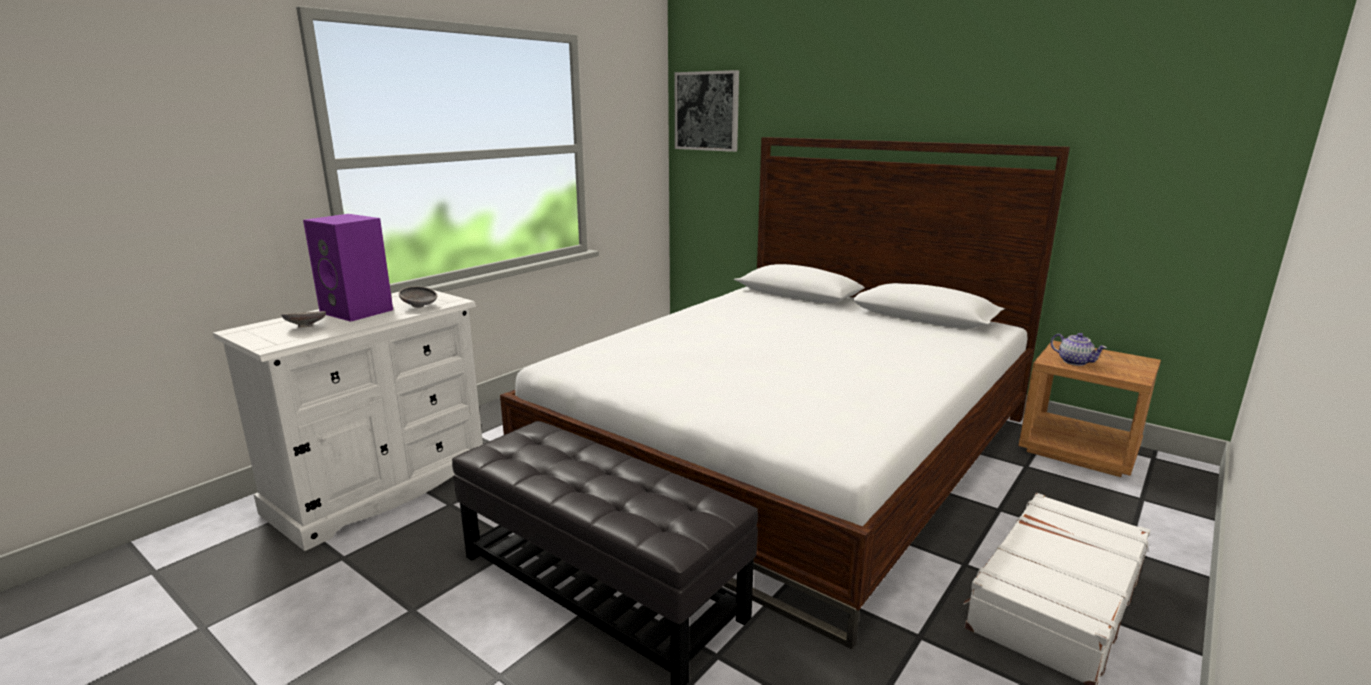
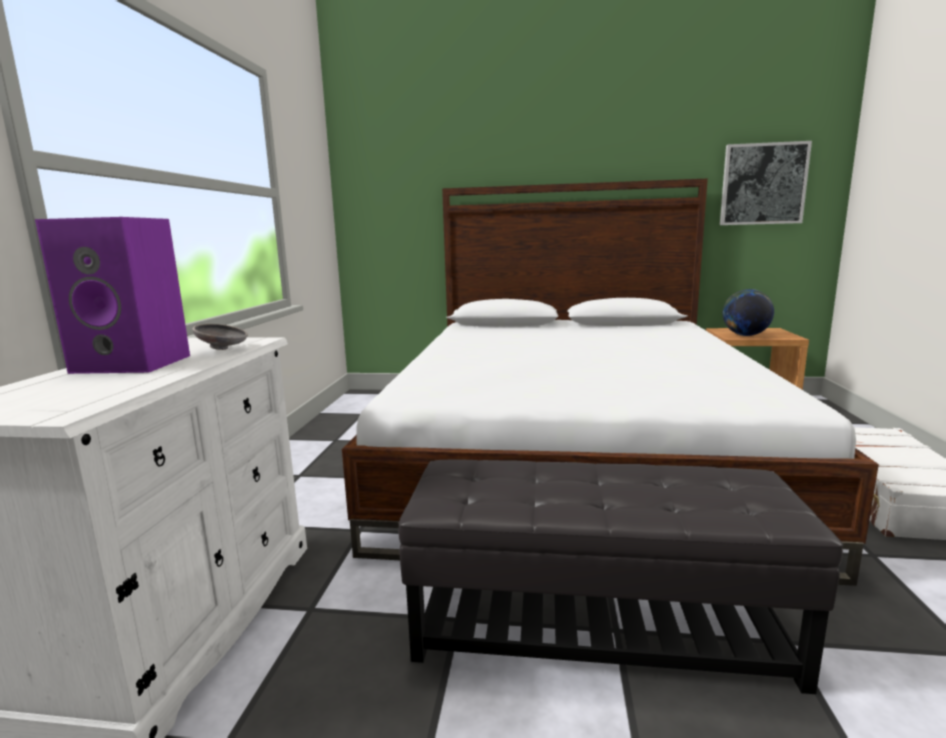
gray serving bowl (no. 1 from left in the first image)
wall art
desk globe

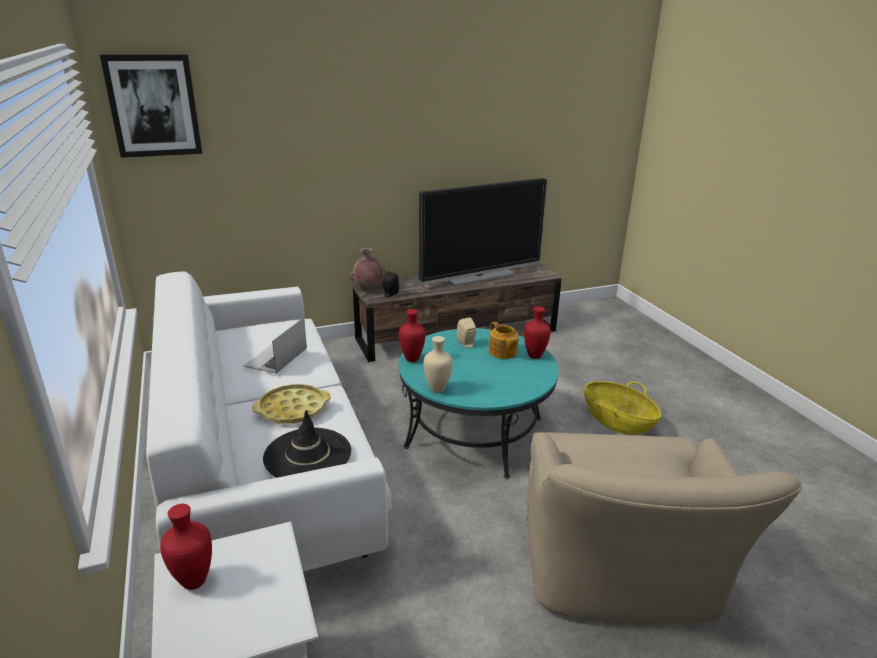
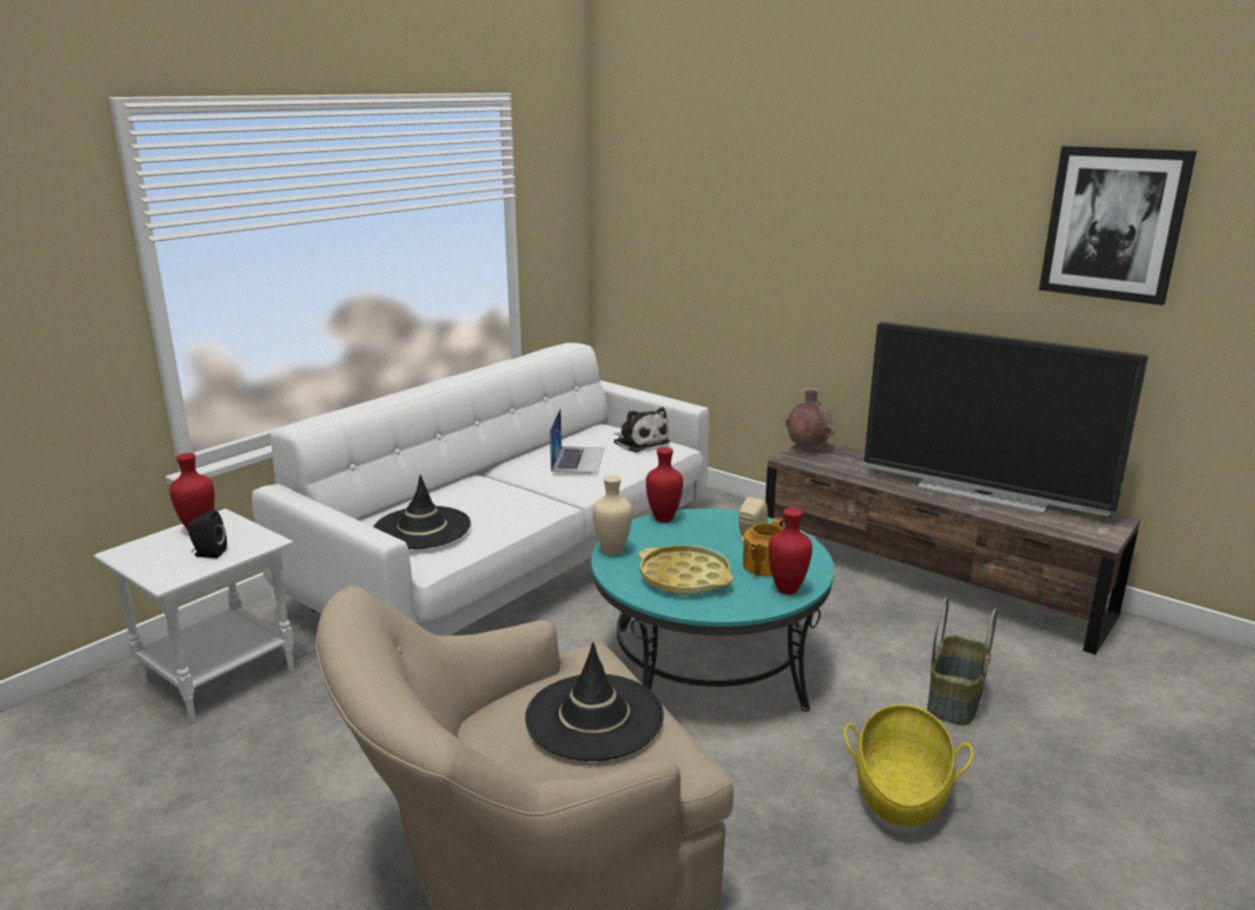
blackish clothing hat (no. 2 from left)
plush toy
basket (no. 2 from left)
wall art
yellow-coloured serving tray
blackish audio speaker
notebook computer

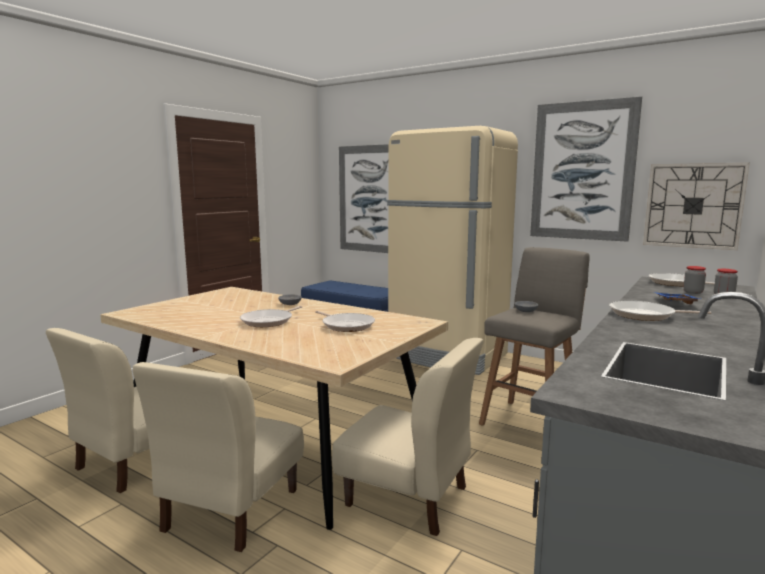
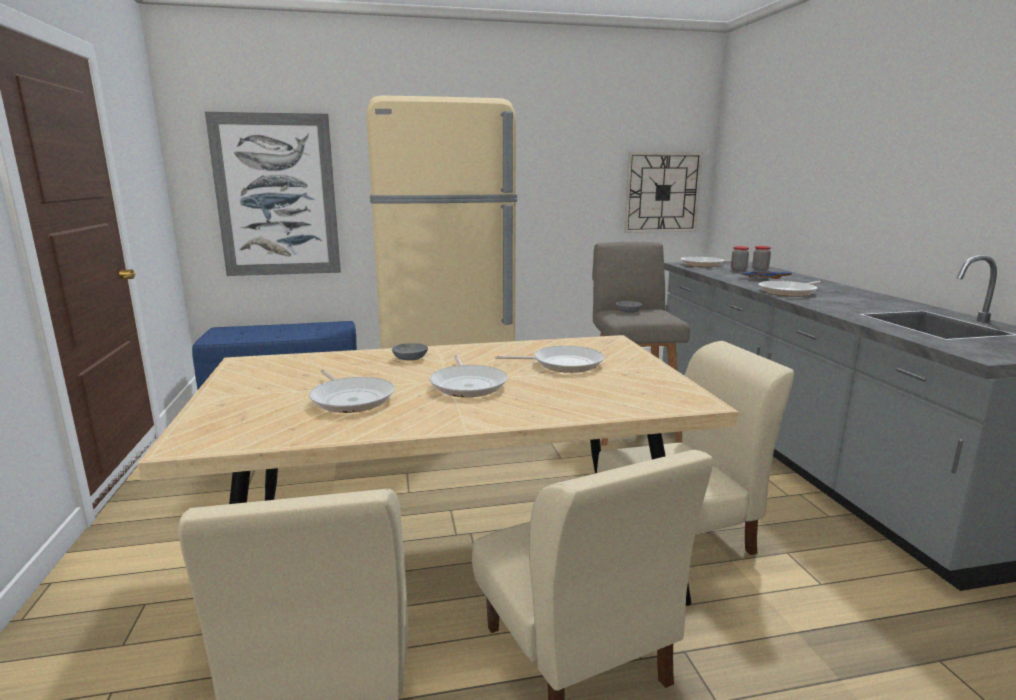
wall art (no. 2 from left in the first image)
frying pan (no. 1 from left)

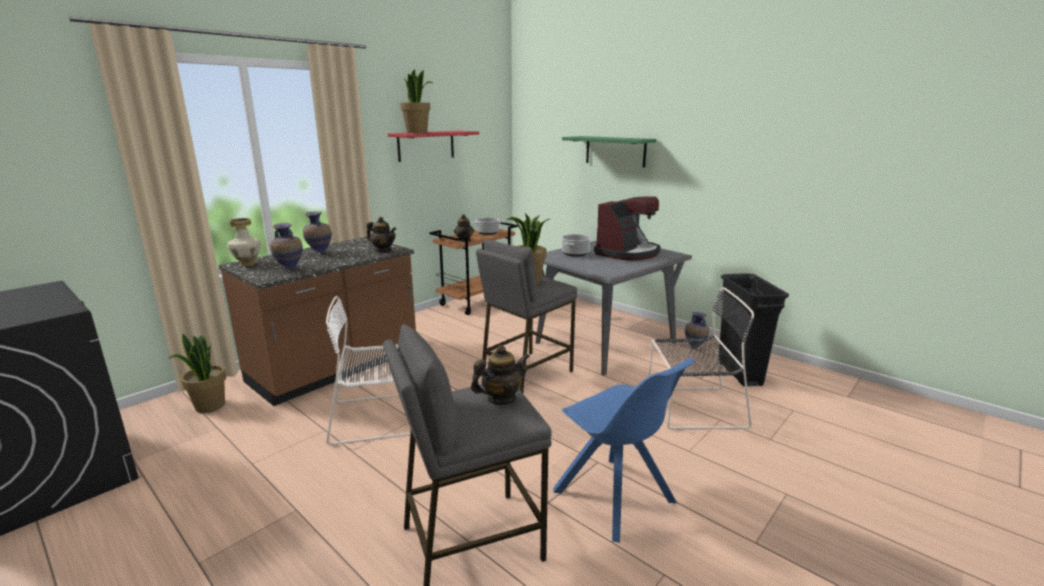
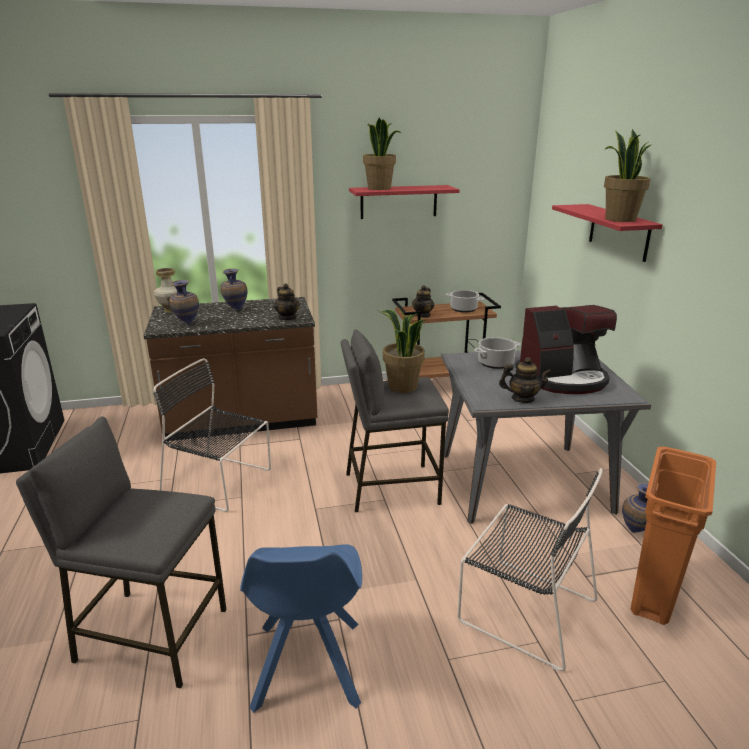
potted plant (no. 3 from left)
teapot (no. 3 from left)
blackish plain chair (no. 1 from left)
reddish shelf (no. 2 from left)
orangey rubbish bin

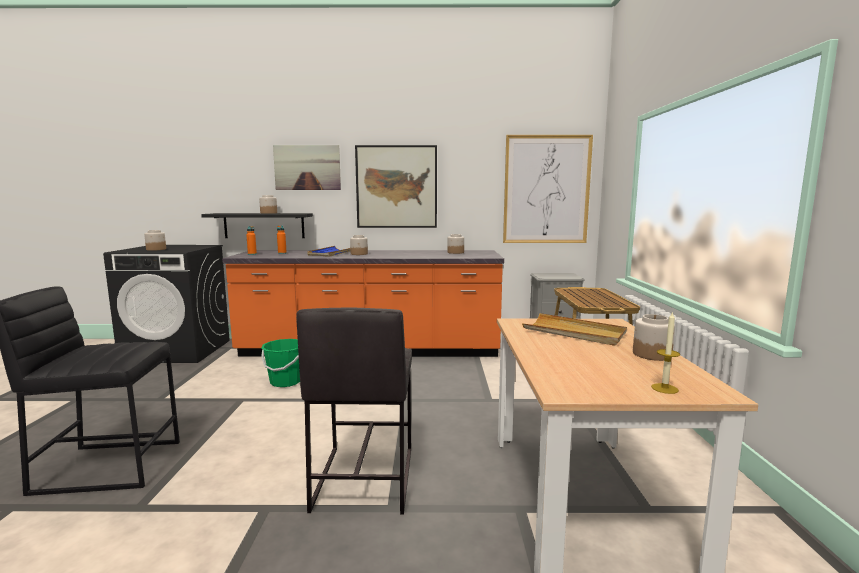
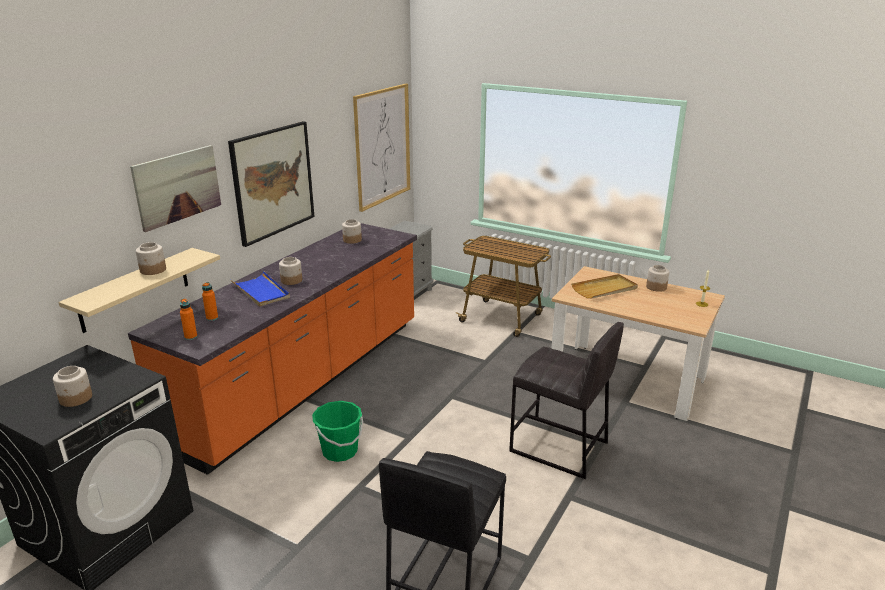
sand-coloured shelf

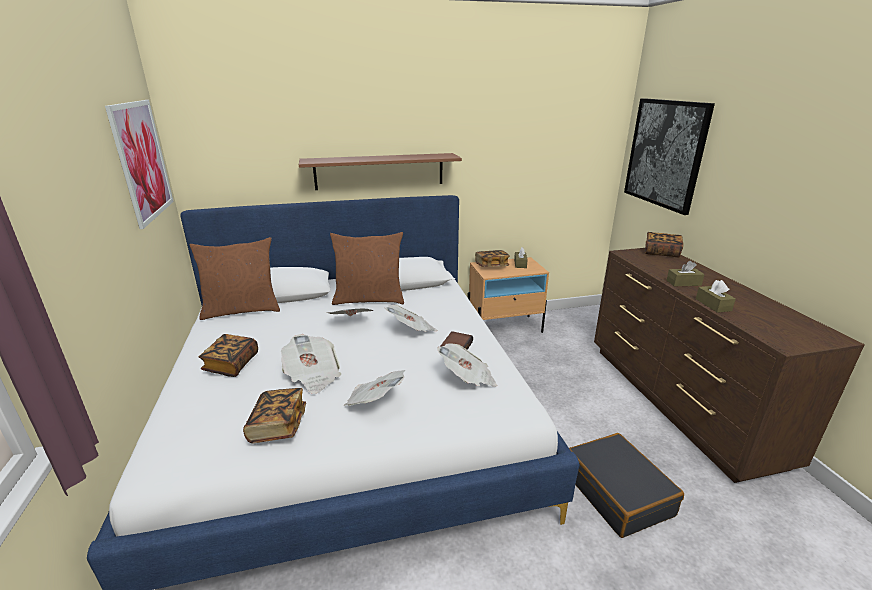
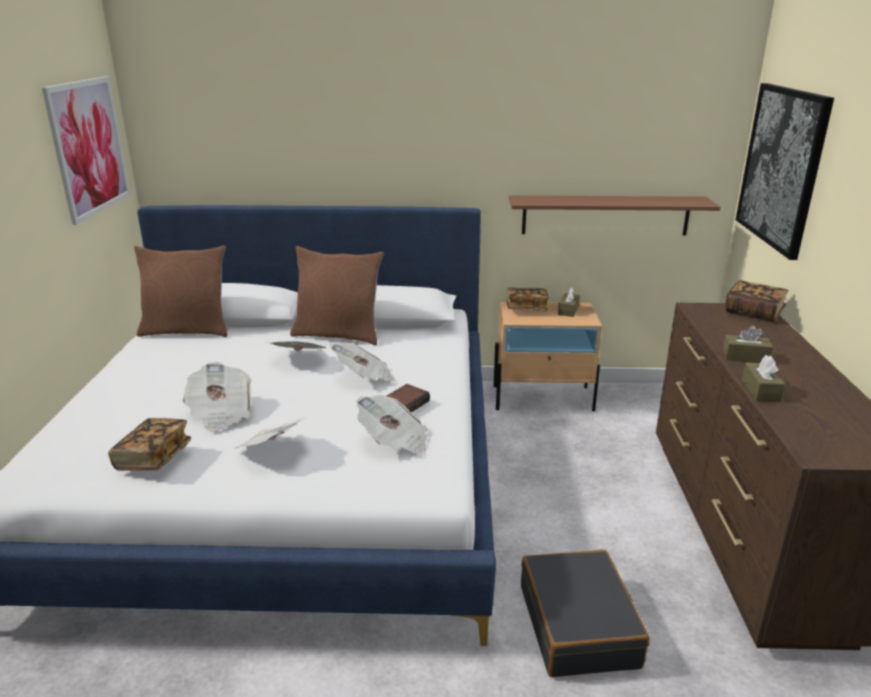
book (no. 1 from left in the first image)
brown shelf

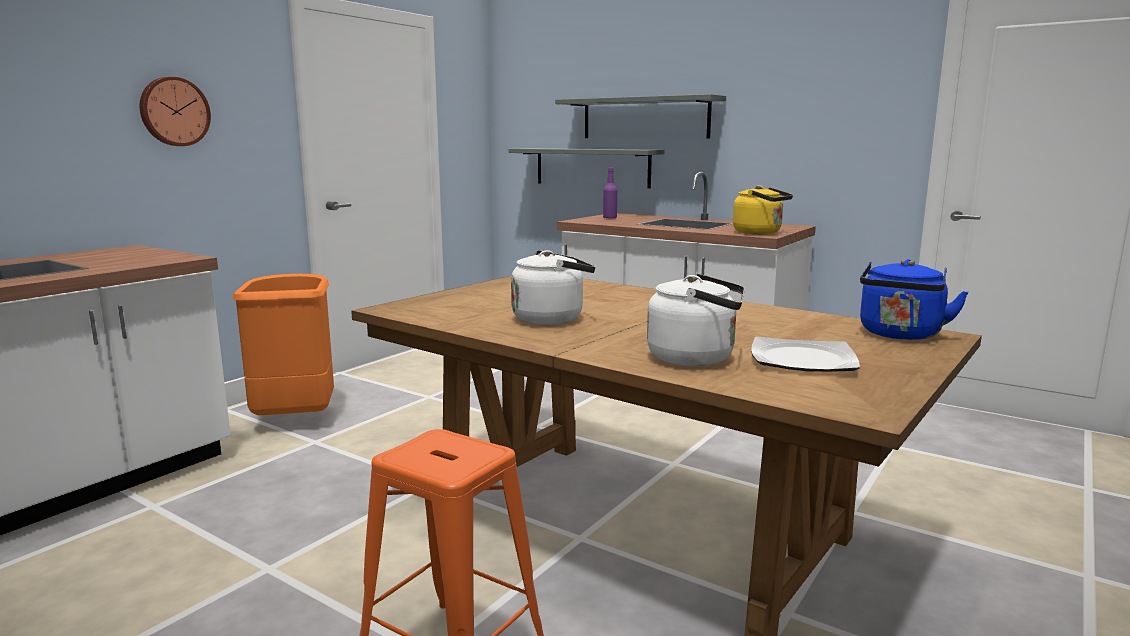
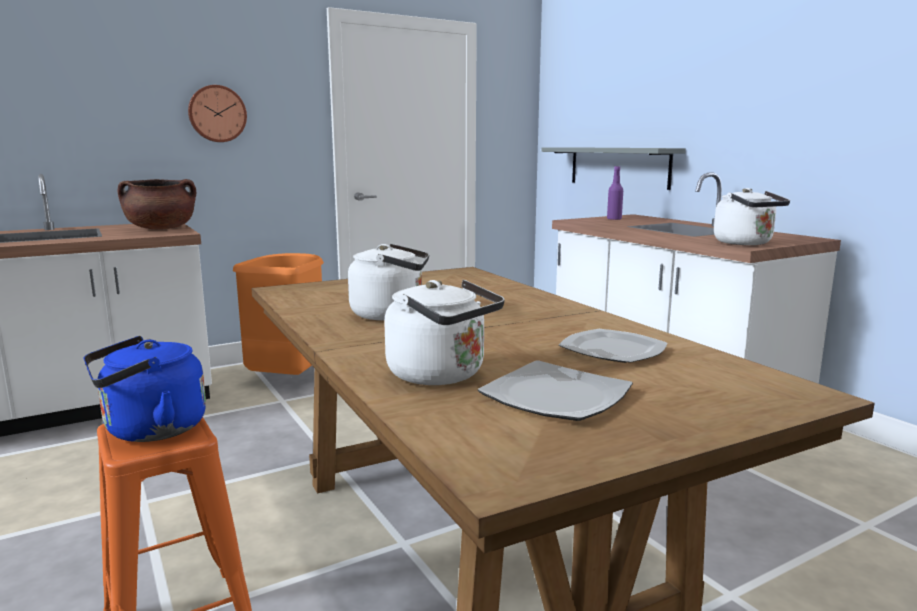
gray shelf (no. 2 from left in the first image)
brown cooking pot
plate (no. 2 from left)
blue-coloured kettle
whitish kettle (no. 3 from left)

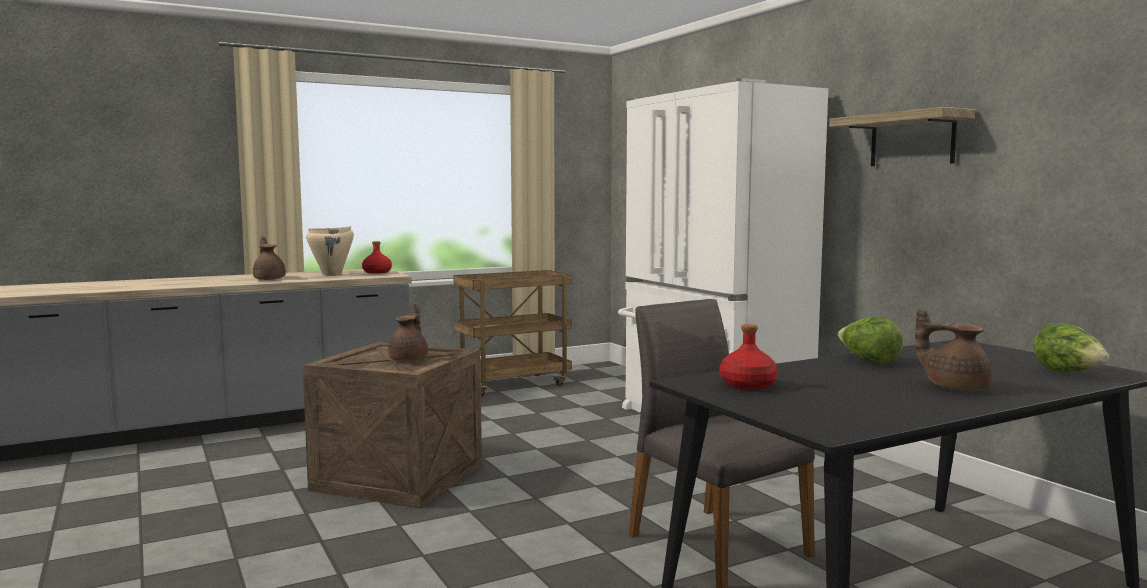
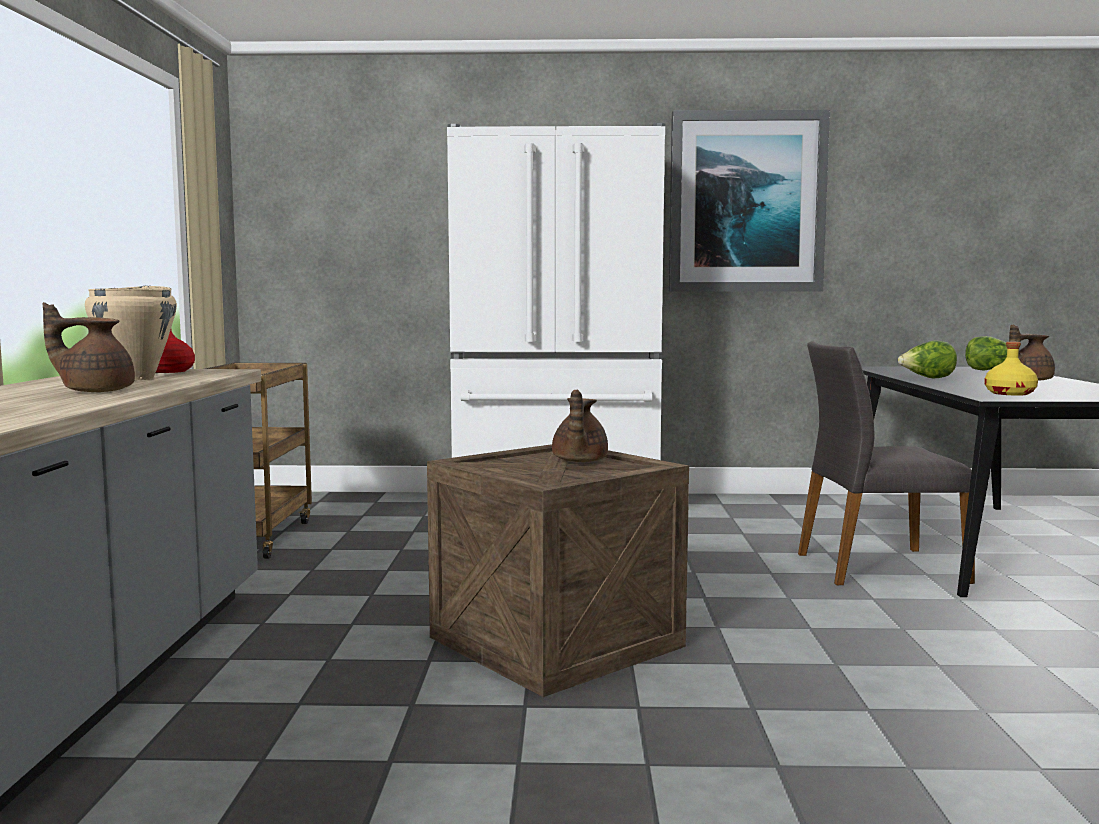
wall art
yellow-coloured drink bottle
brown teapot (no. 2 from left)

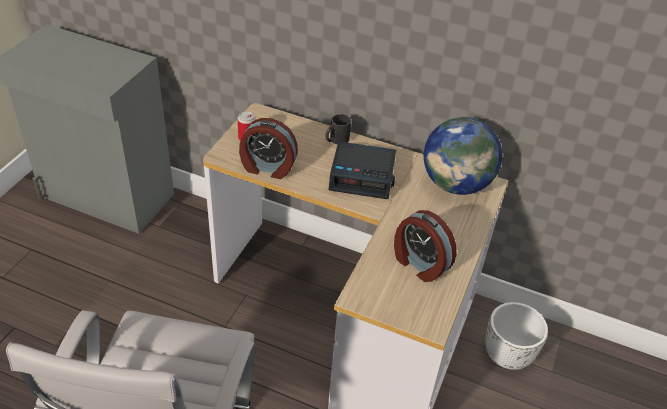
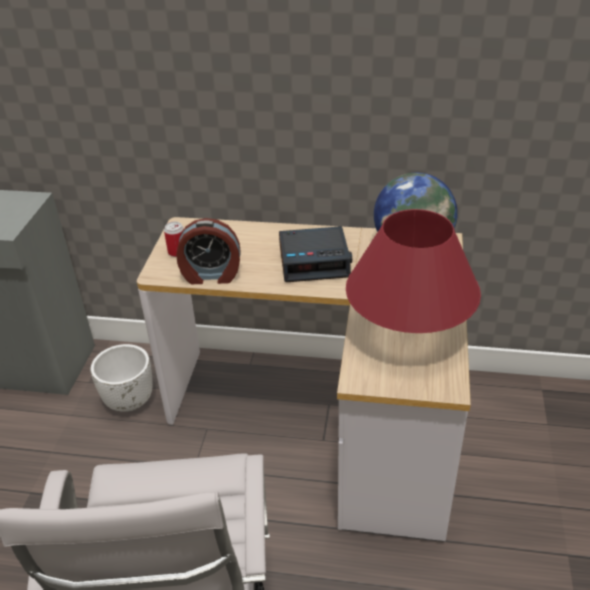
blackish mug
whitish plant pot
reddish table lamp

